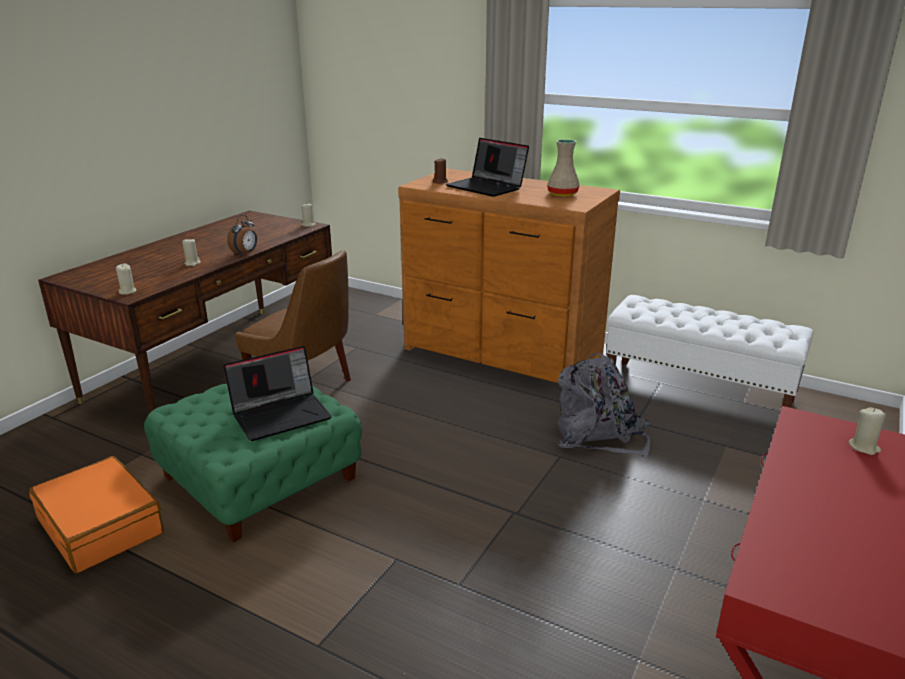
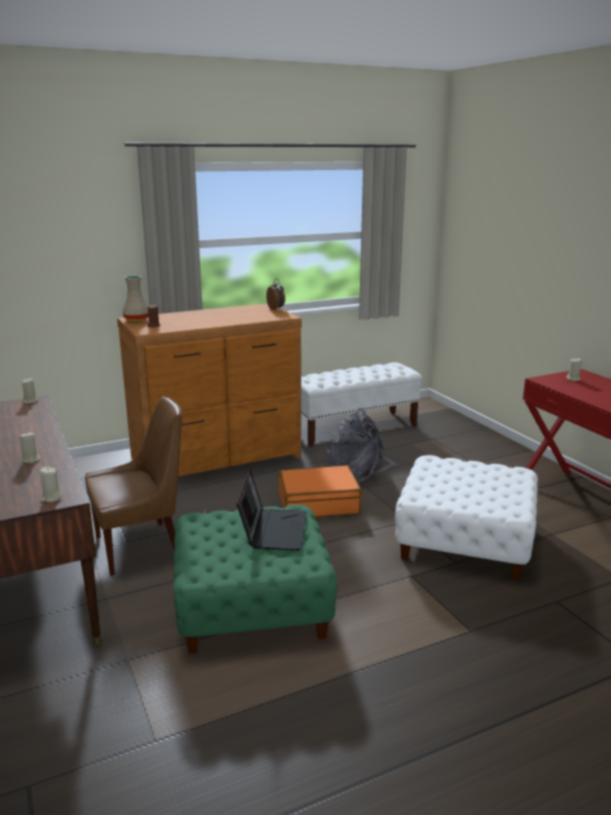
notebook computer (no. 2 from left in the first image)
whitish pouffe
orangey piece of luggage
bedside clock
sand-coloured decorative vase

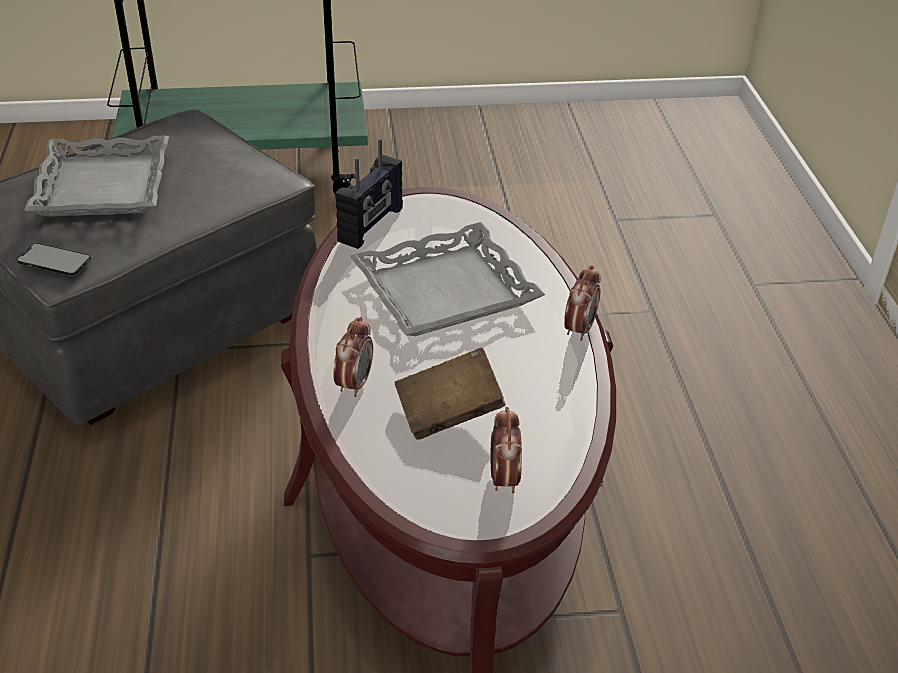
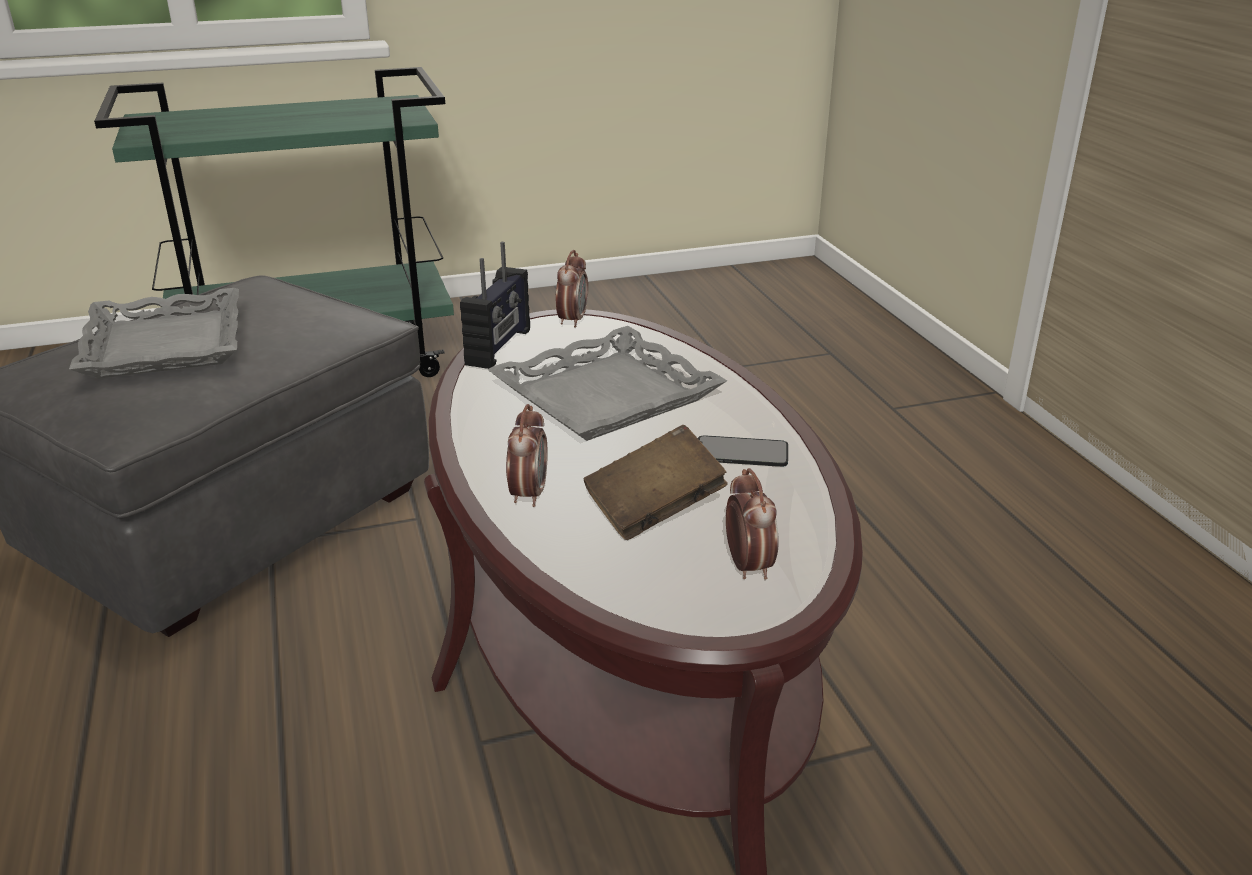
telephone
bedside clock (no. 2 from left)

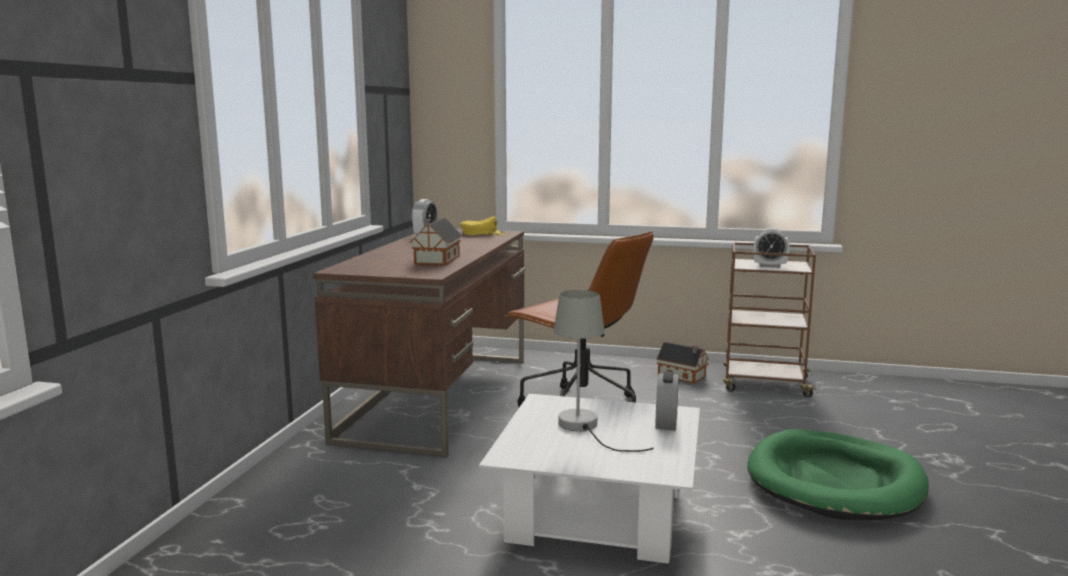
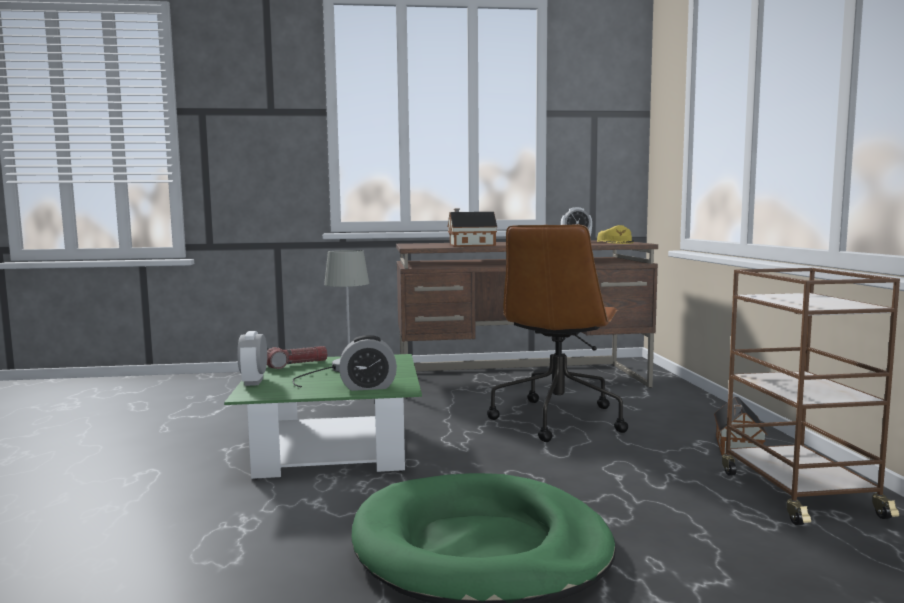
flashlight
bedside clock (no. 1 from left)
green-coloured low table

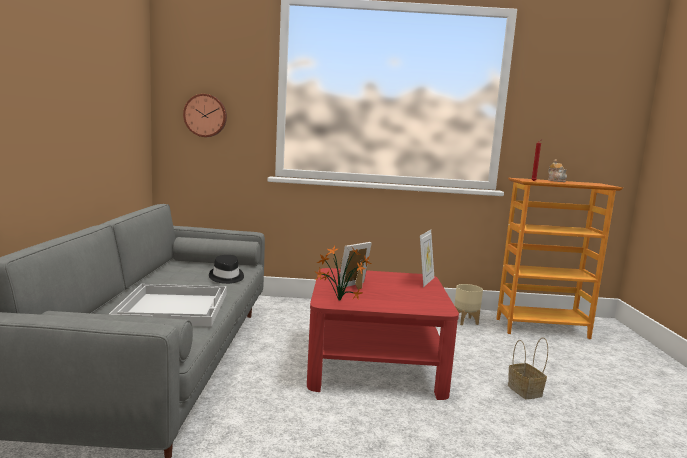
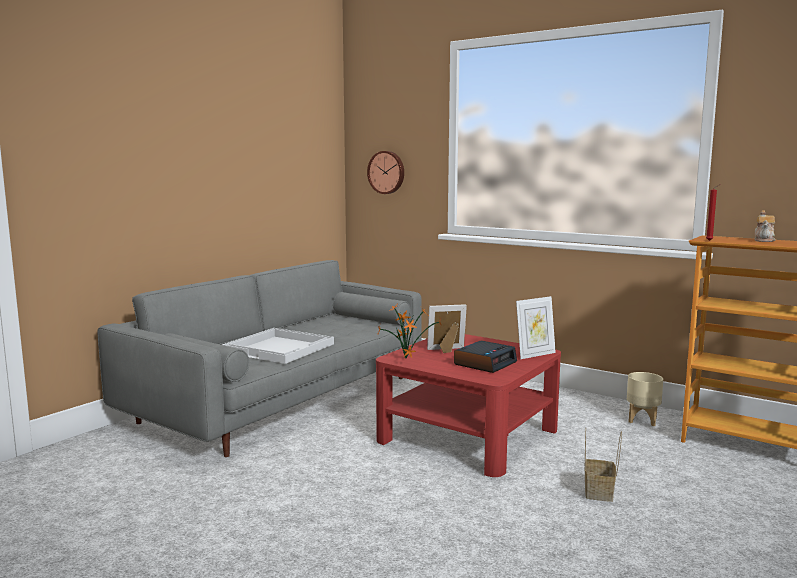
blackish clothing hat
bedside clock

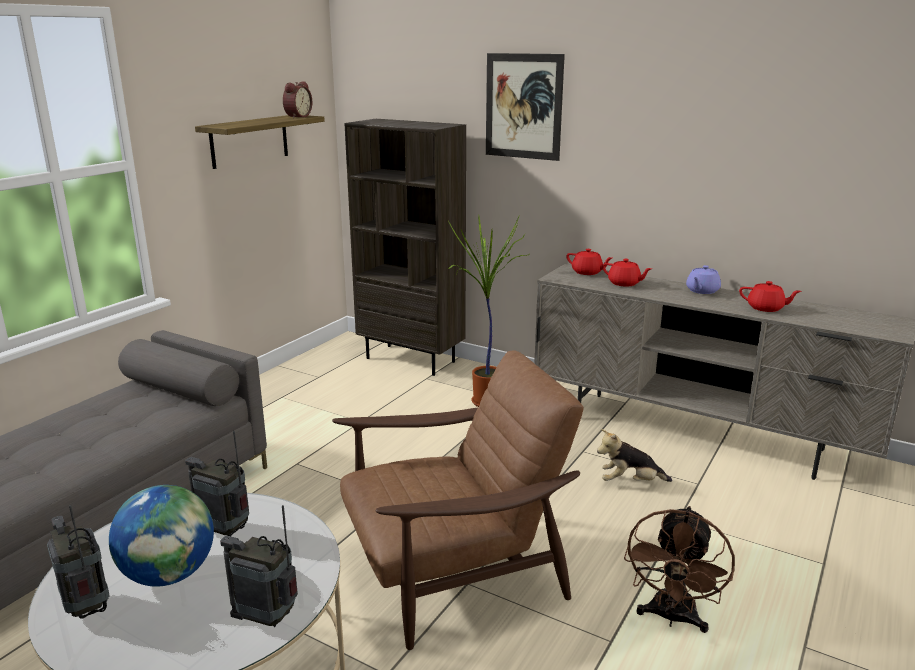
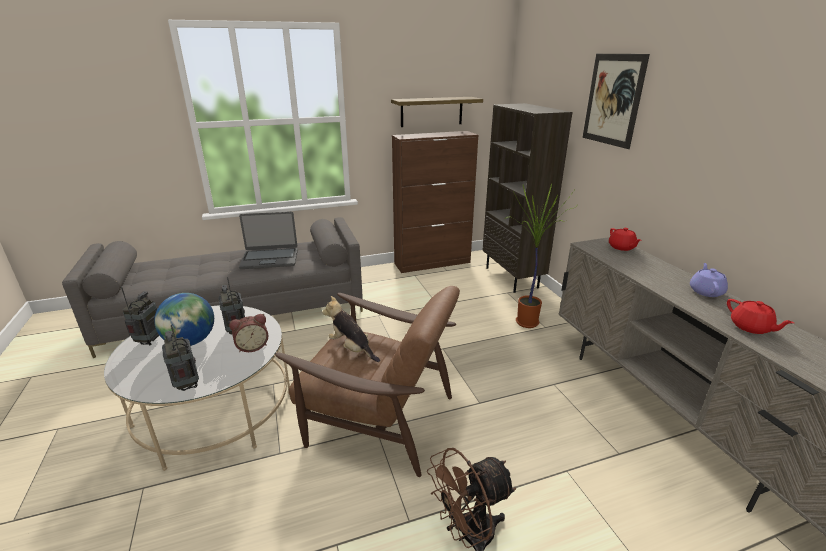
reddish teapot (no. 2 from left in the first image)
notebook computer
brown cabinet
bedside clock
plush toy
purple-coloured teapot

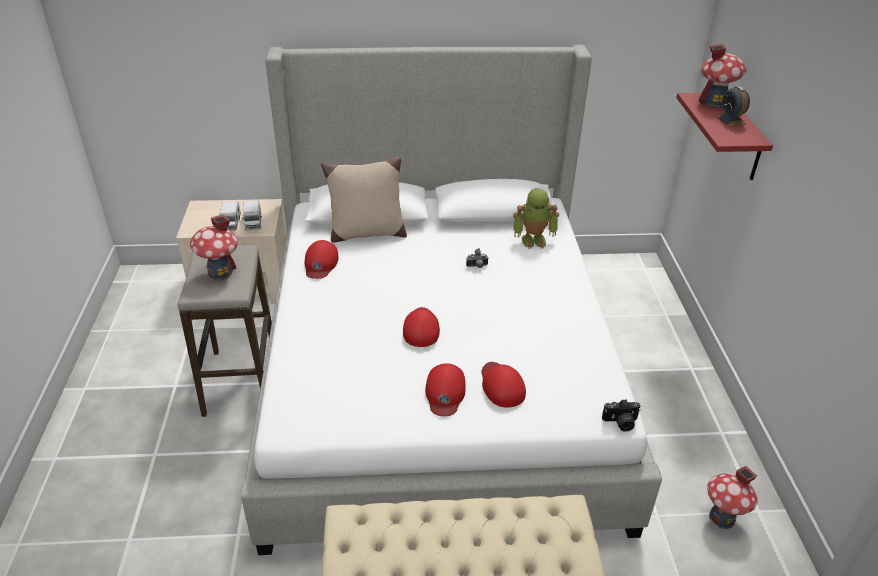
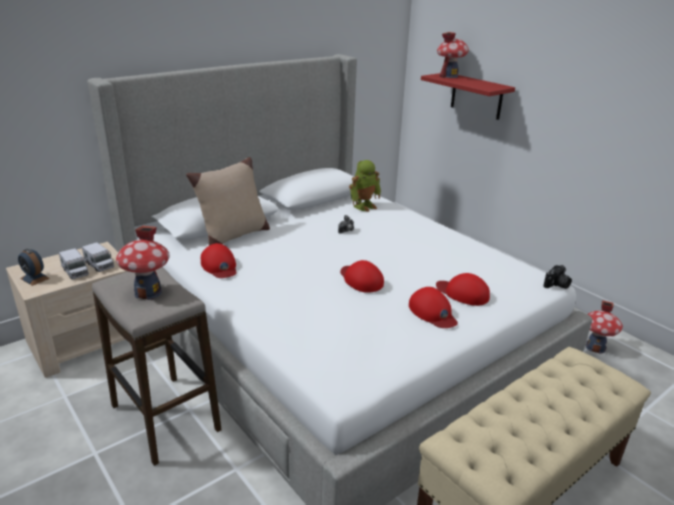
bedside clock

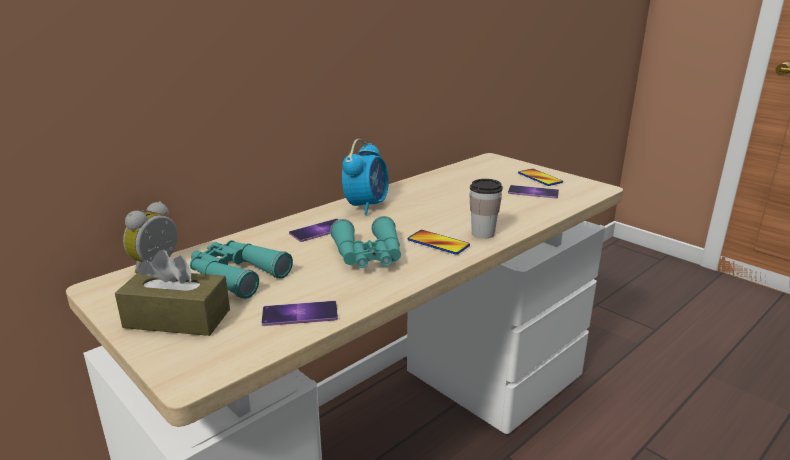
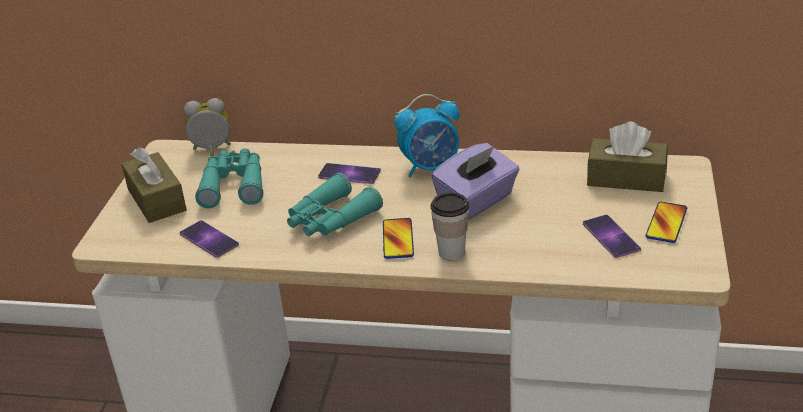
purple-coloured box of tissues
brown box of tissues (no. 2 from left)

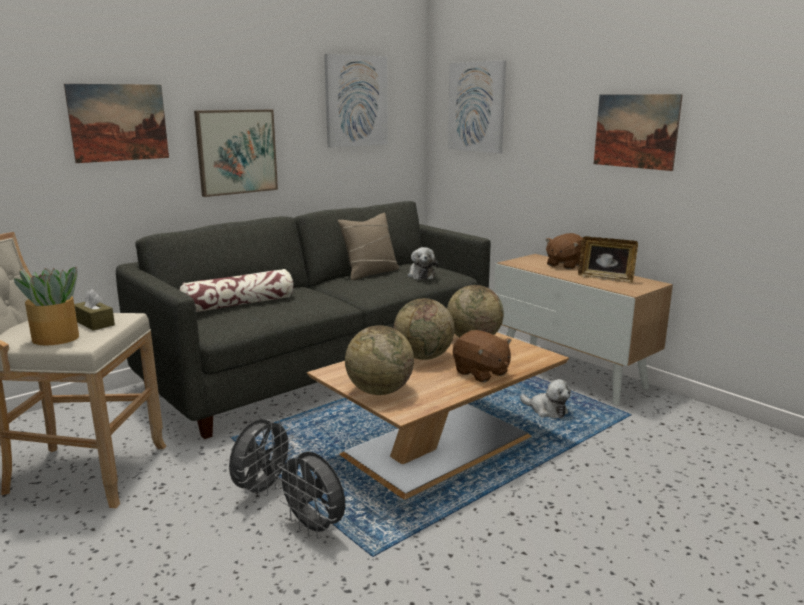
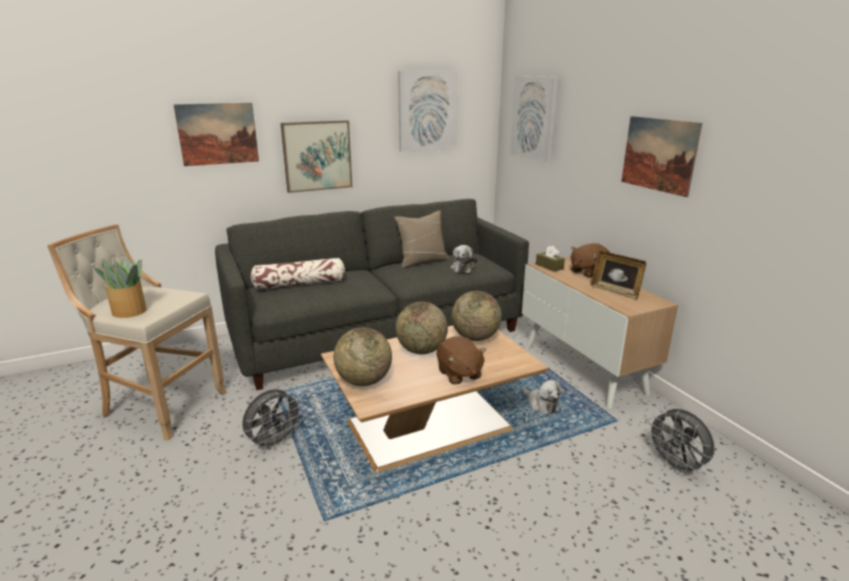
brown box of tissues
gray fan (no. 2 from left)

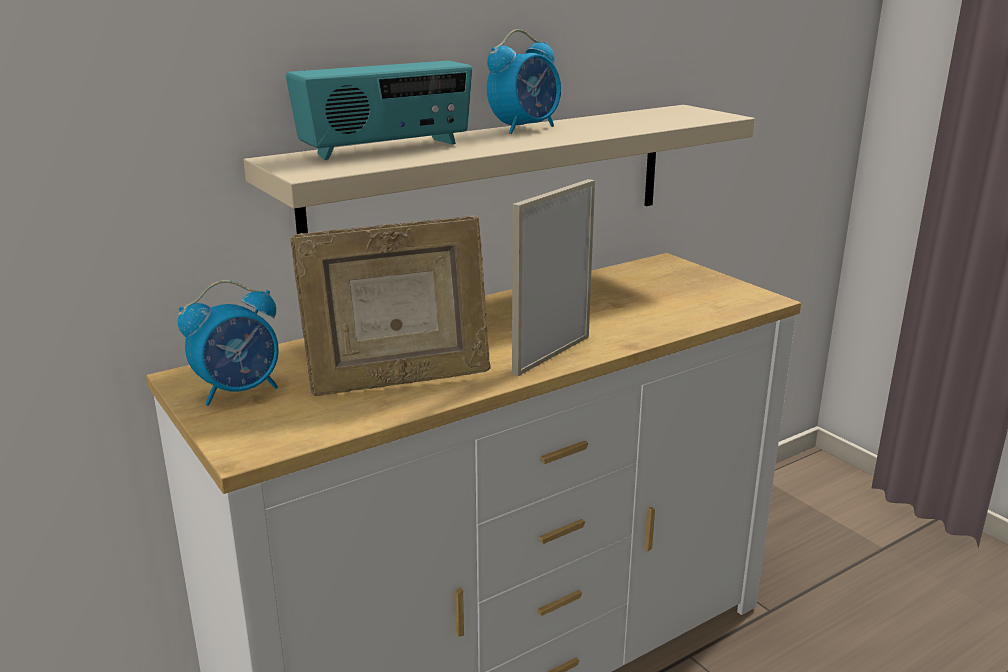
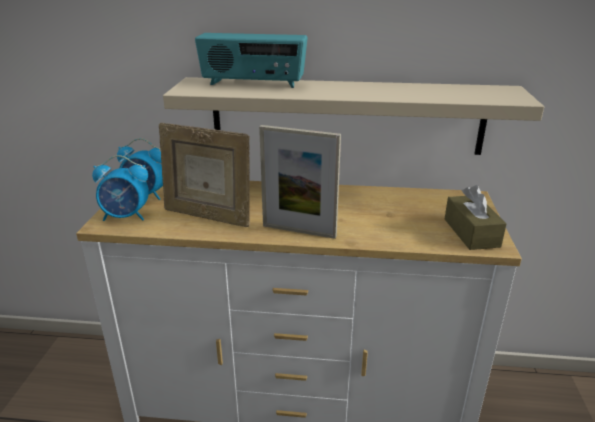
brown box of tissues
bedside clock (no. 1 from left)
picture frame (no. 2 from left)

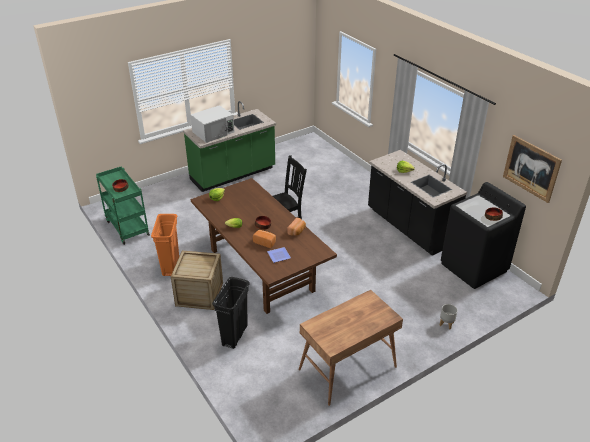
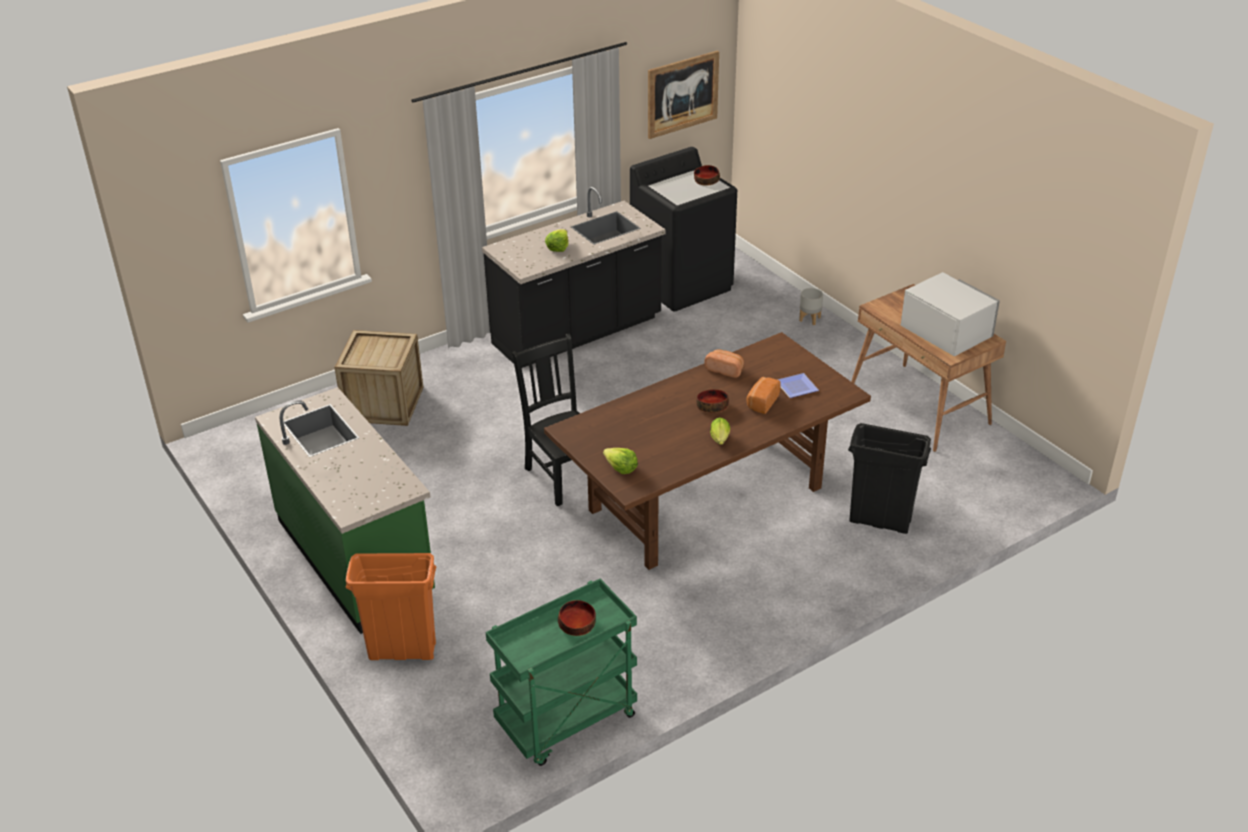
orangey rubbish bin
crate
whitish kitchen microwave

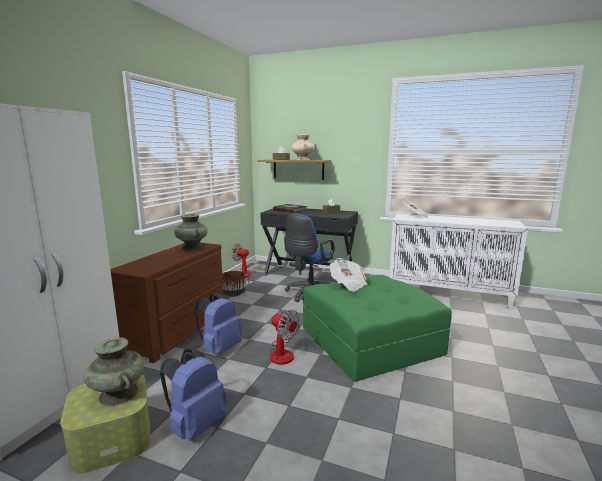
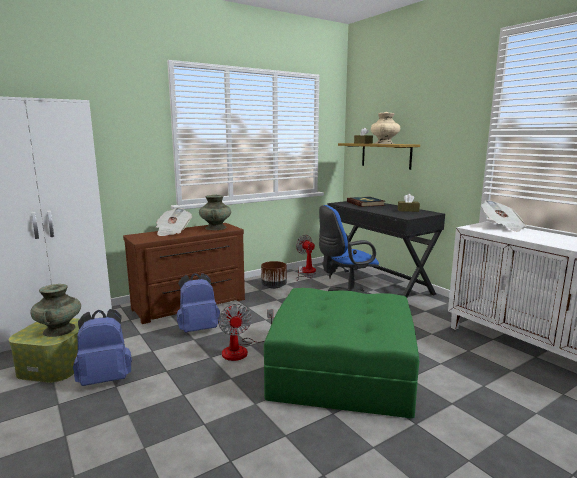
daily paper (no. 1 from left)

